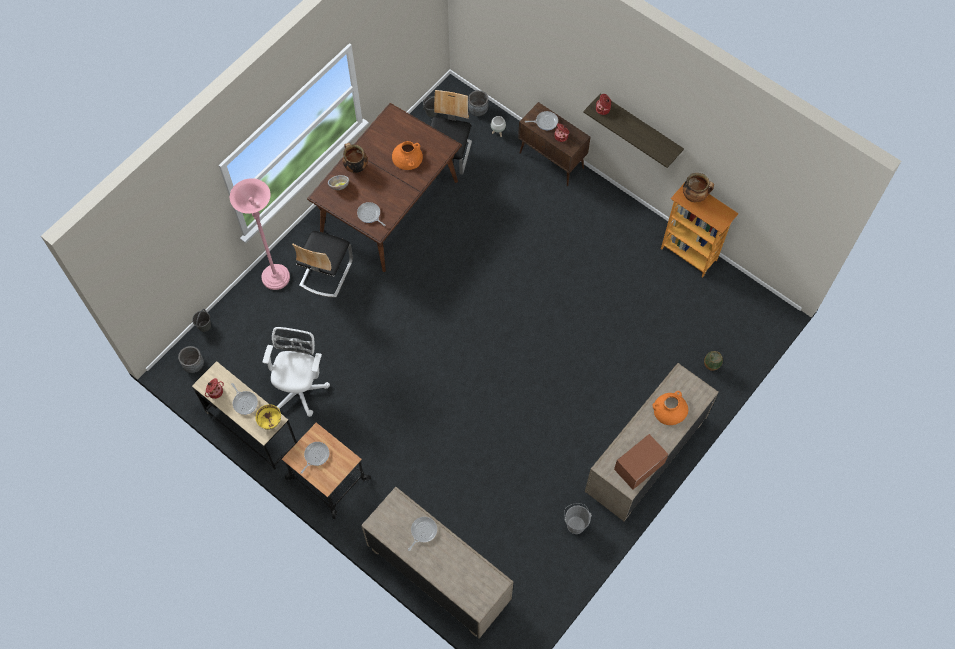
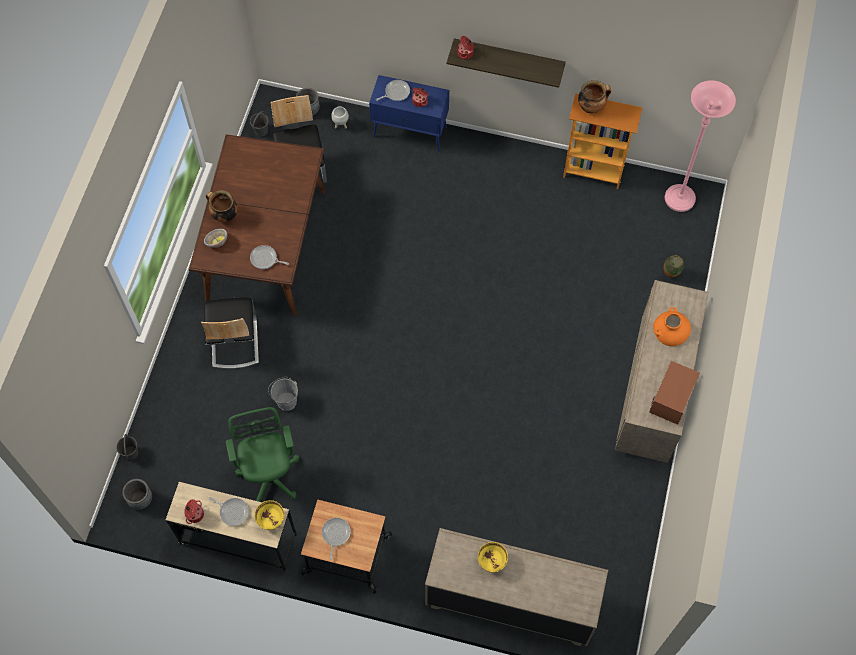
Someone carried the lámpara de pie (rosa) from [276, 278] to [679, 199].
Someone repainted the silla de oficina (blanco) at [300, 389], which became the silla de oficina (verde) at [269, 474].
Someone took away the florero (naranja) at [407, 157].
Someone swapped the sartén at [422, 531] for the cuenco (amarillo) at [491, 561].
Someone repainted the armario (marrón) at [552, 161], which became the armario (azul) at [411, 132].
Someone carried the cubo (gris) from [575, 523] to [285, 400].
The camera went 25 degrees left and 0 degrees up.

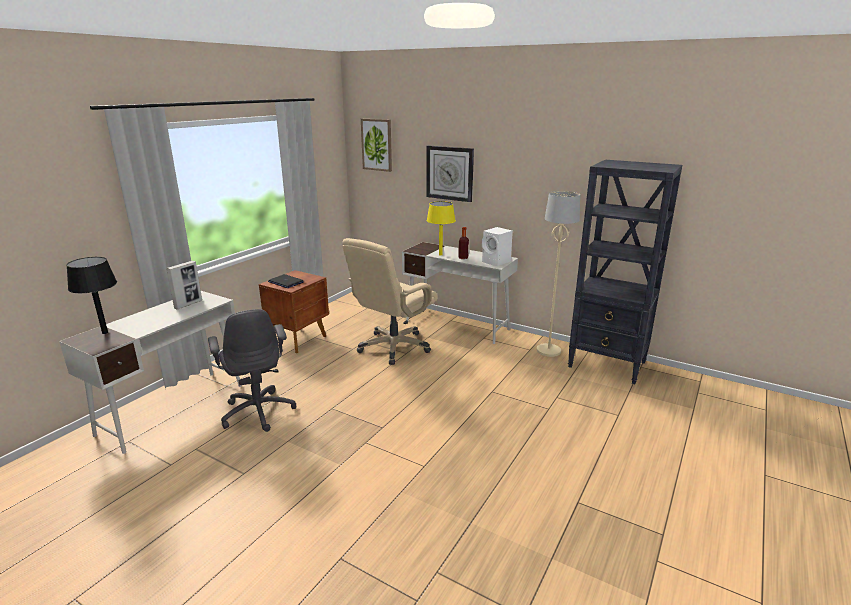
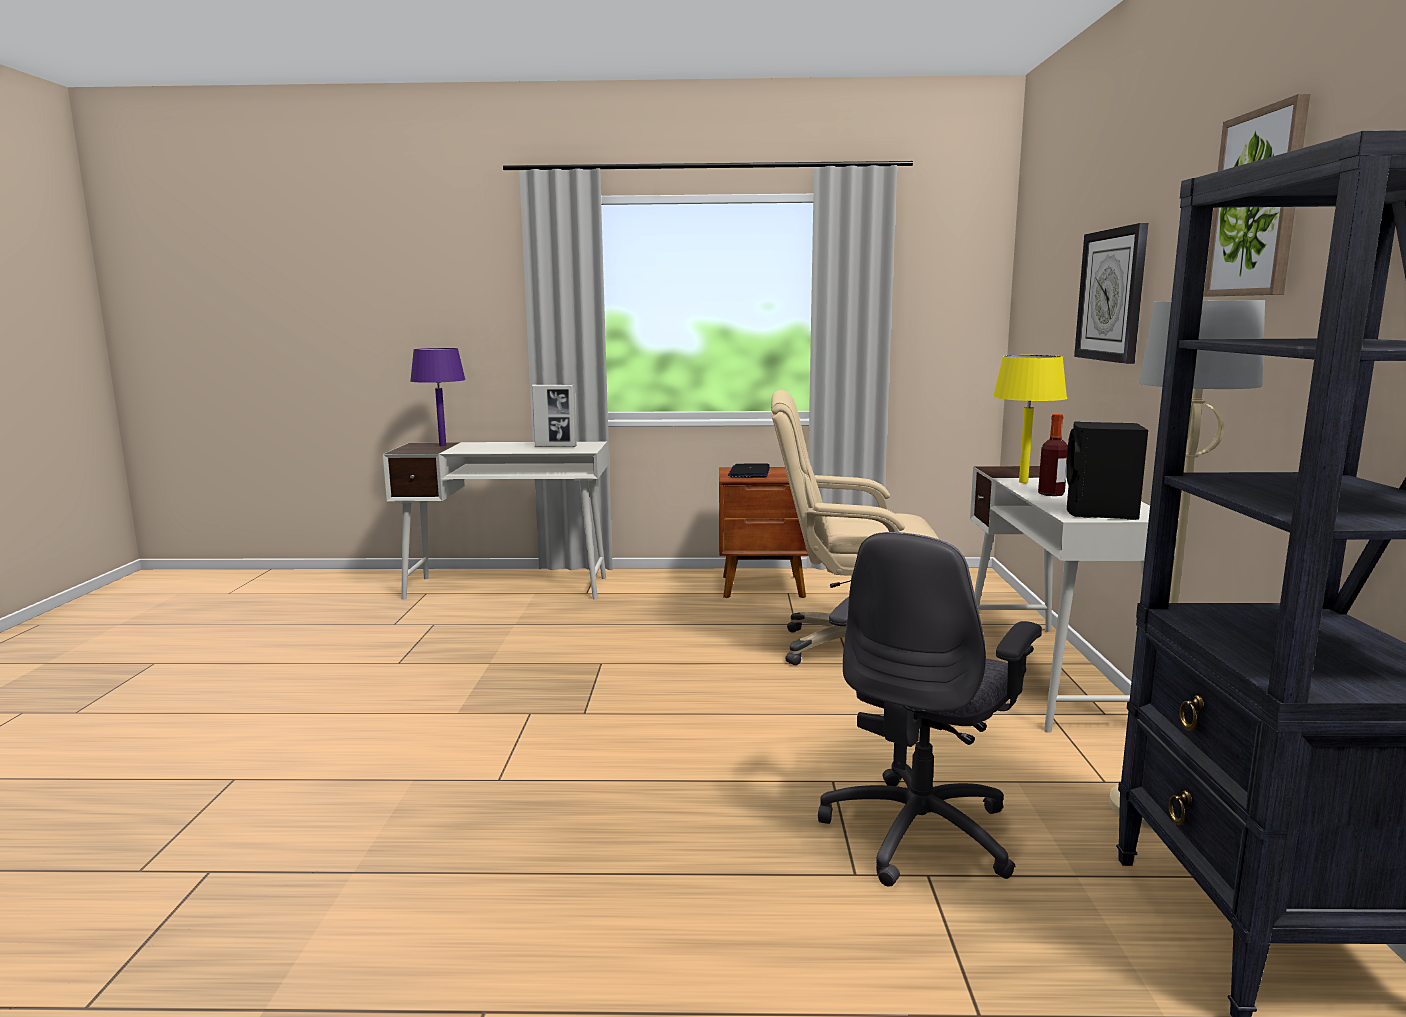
Someone repainted the lámpara de mesa (negro) at [105, 333], which became the lámpara de mesa (morado) at [442, 445].
Someone carried the silla de oficina (gris) from [258, 411] to [921, 831].
Someone carried the cuadro from [377, 145] to [1257, 204].
Someone repainted the altavoz (blanco) at [496, 262], which became the altavoz (negro) at [1100, 513].
The camera went 60 degrees right and 10 degrees down.

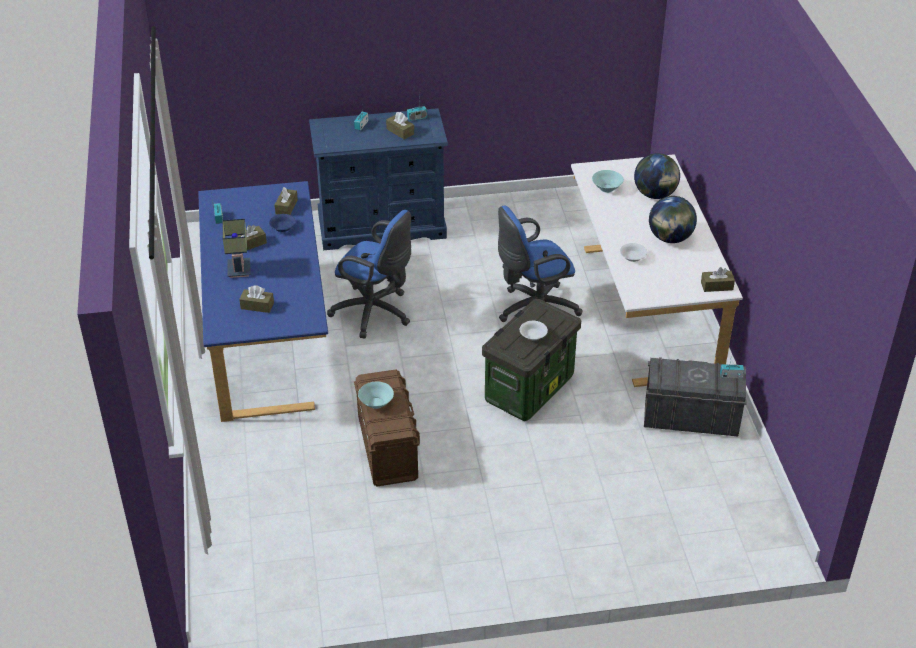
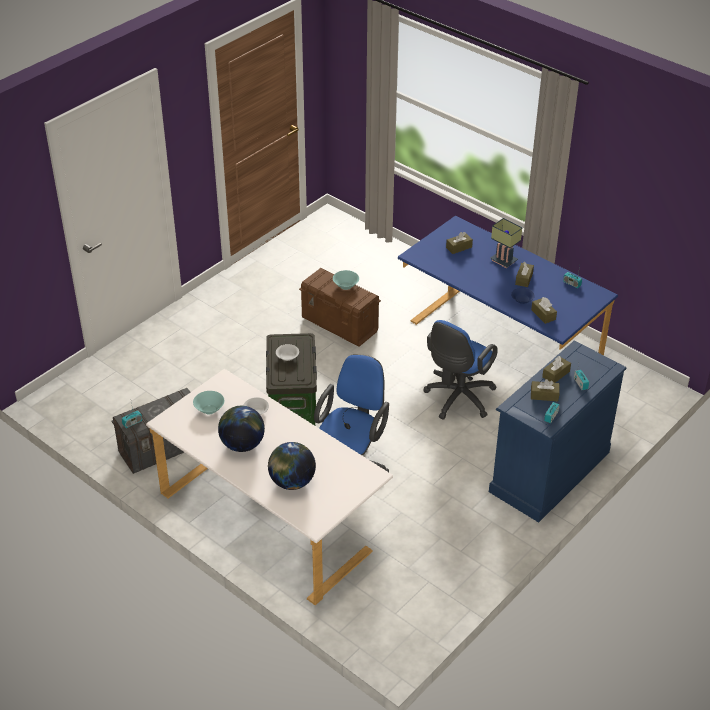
Someone rotated the silla de oficina (azul) at [375, 313] by 45 degrees counterclockwise.
Someone carried the cuenco (turquesa) from [606, 188] to [209, 409].
Someone carried the caja de pañuelos (marrón) from [716, 286] to [556, 374].
The camera went 140 degrees right and 0 degrees up.

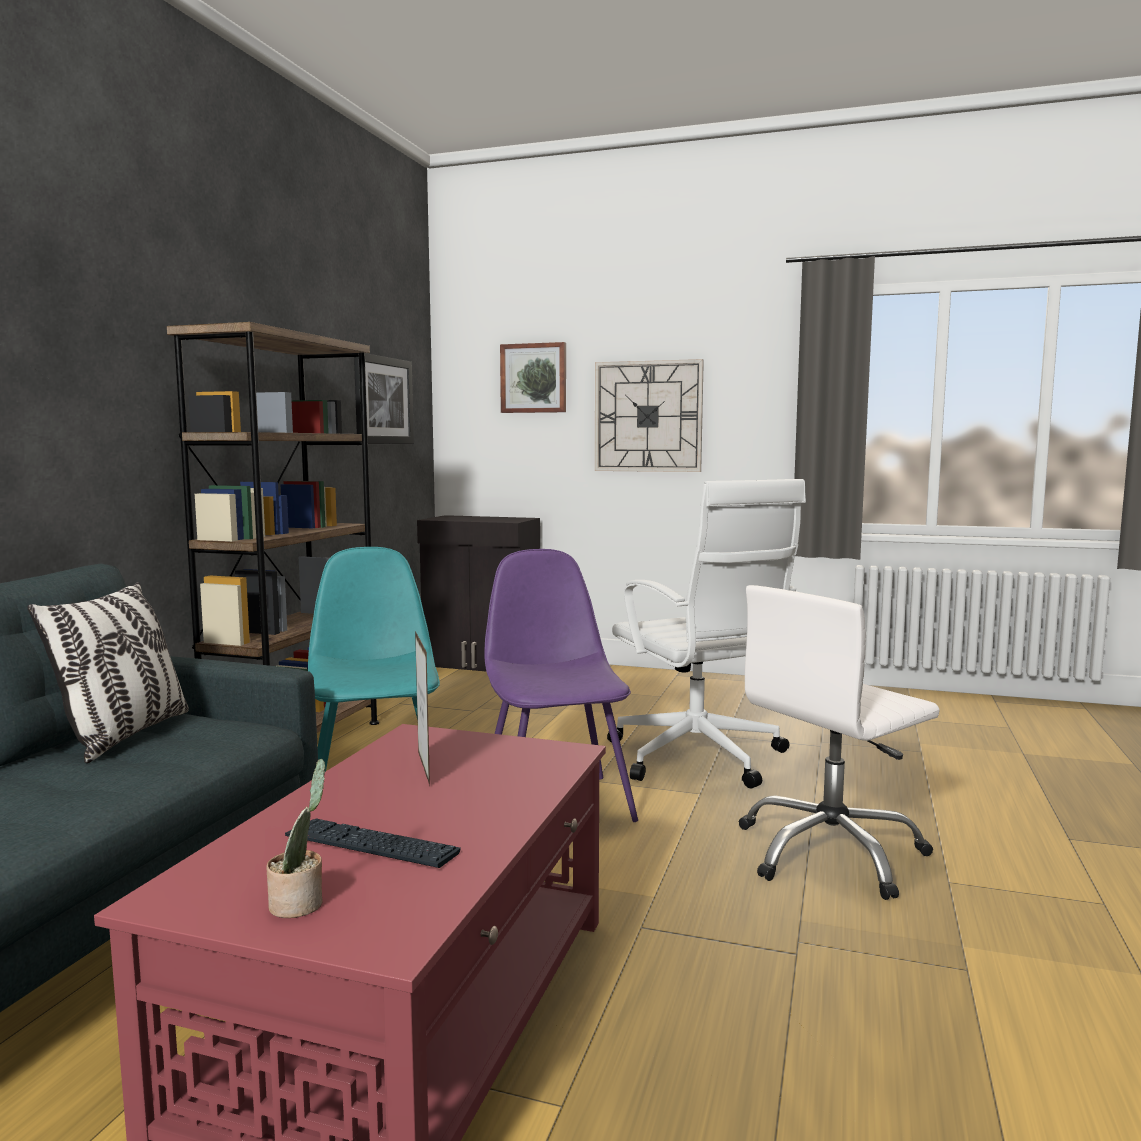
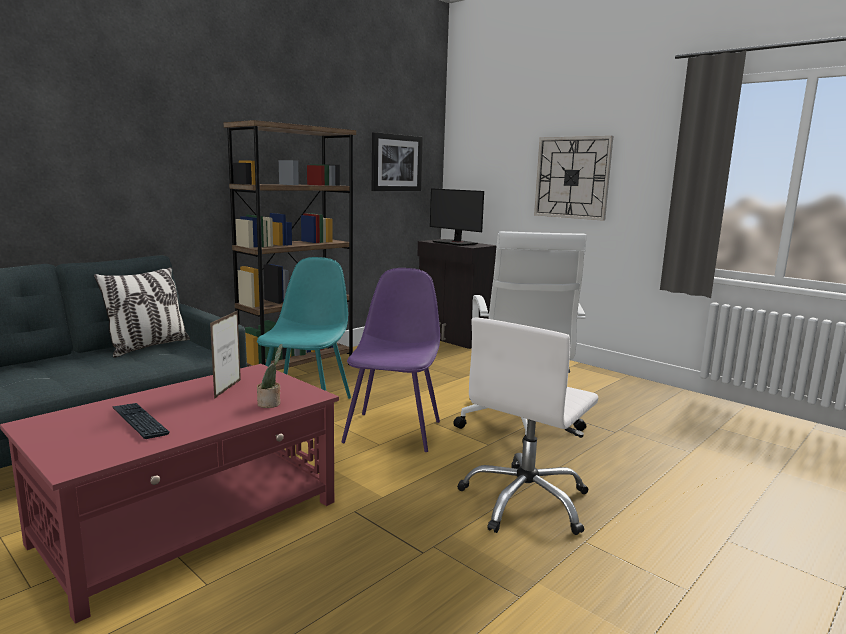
Someone carried the planta en maceta from [300, 903] to [270, 404].
Someone took away the cuadro at [534, 378].
Someone rotated the silla de oficina (blanco) at [831, 853] by 45 degrees counterclockwise.
Someone put down the monitor at [455, 243].
The camera went 25 degrees right and 5 degrees up.

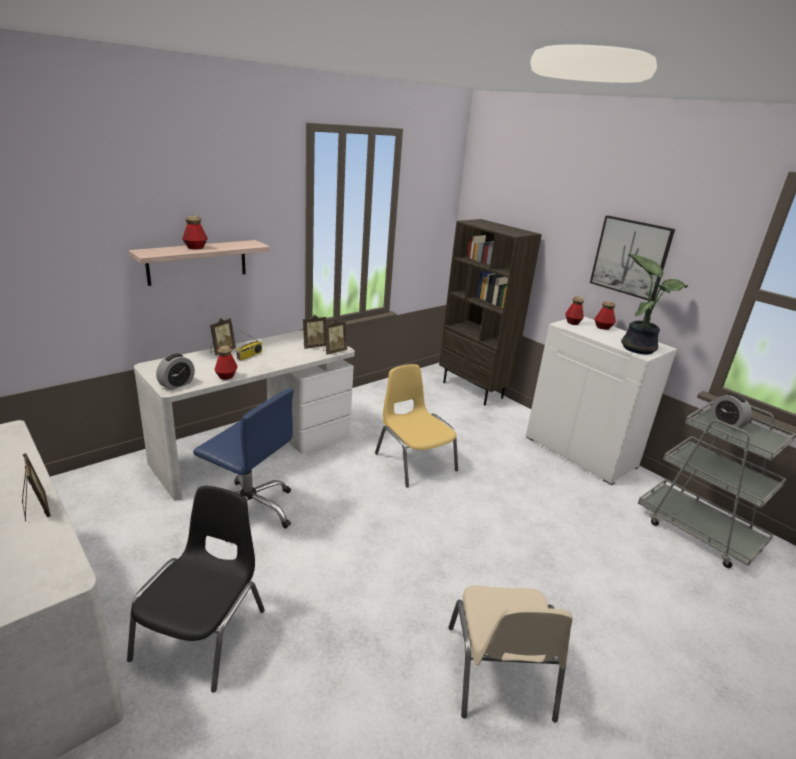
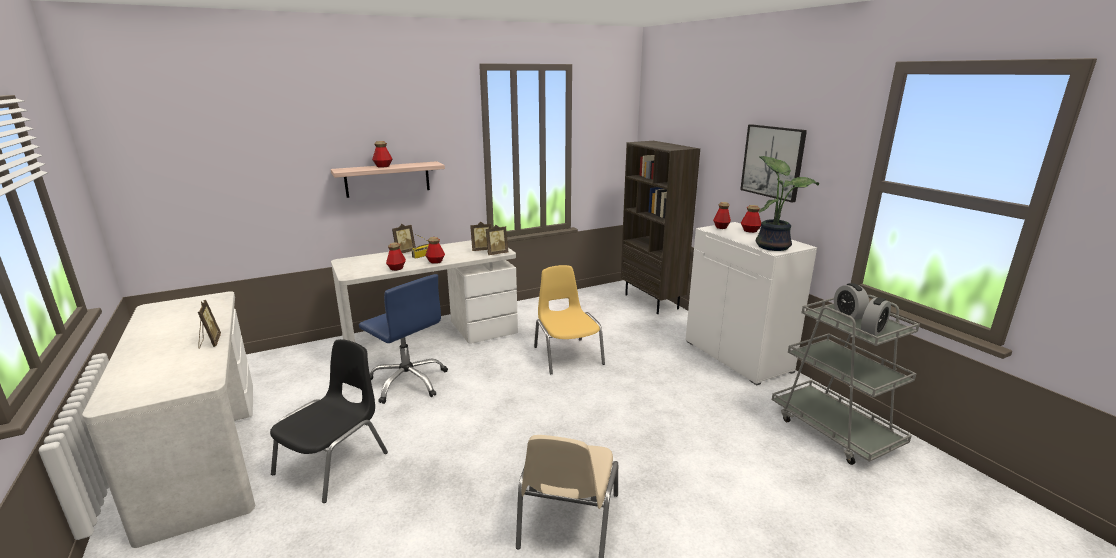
Someone carried the despertador from [177, 384] to [872, 330].
Someone put down the botella at [435, 261].
The camera went 15 degrees right and 5 degrees down.

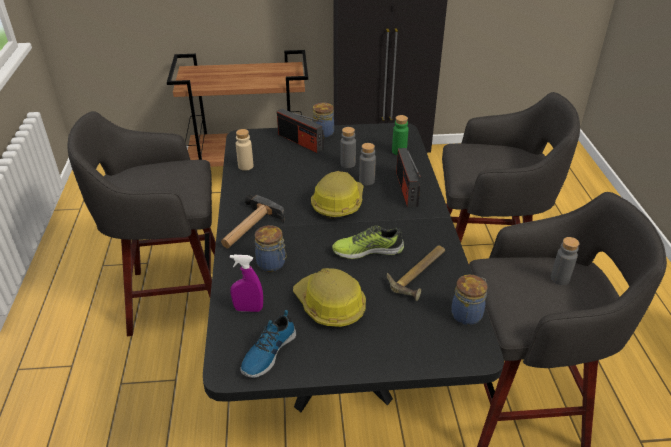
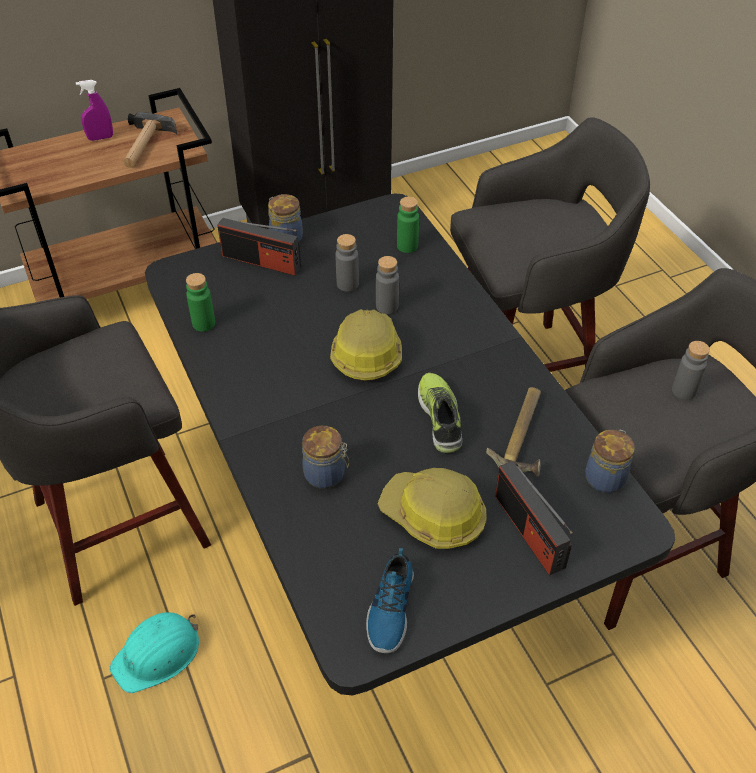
Someone carried the martillo from [249, 228] to [144, 146].
Someone carried the pulverizador (morado) from [248, 309] to [100, 138].
Someone repainted the botella (beis) at [245, 166], which became the botella (verde) at [203, 323].
Someone rotated the zapato at [367, 250] by 105 degrees clockwise.
Someone carried the radio from [406, 189] to [529, 531].
Someone put down the casco (turquesa) at [158, 654].
The camera went 20 degrees left and 10 degrees up.

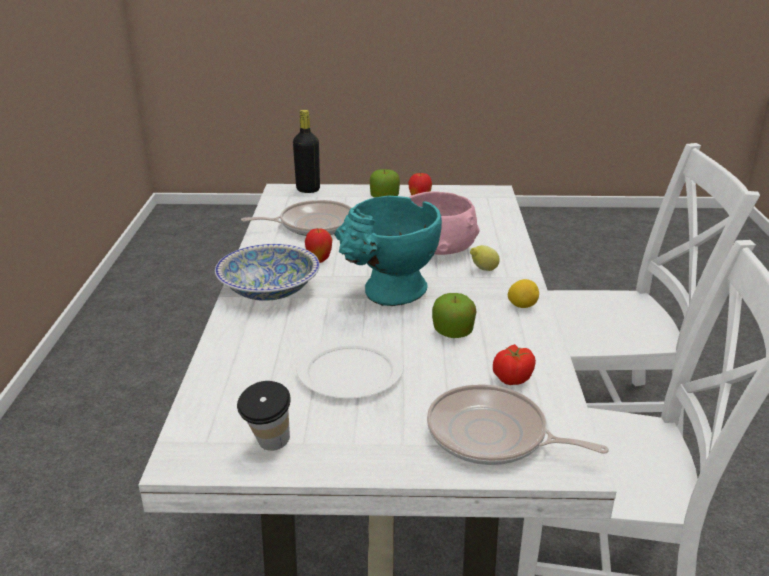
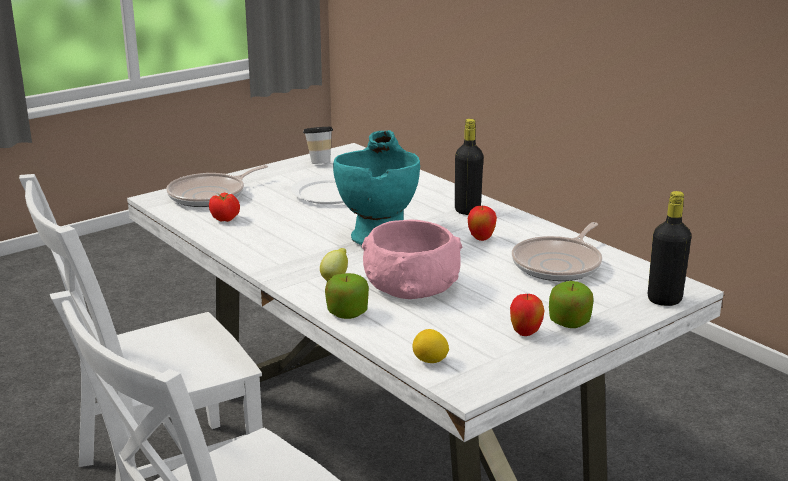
Someone swapped the cuenco at [270, 290] for the botella (negro) at [467, 210].
Someone rotated the sartén at [492, 436] by 150 degrees clockwise.
Someone carried the manzana from [453, 332] to [347, 312].
Someone carried the limón from [522, 306] to [430, 361].
The camera went 140 degrees right and 5 degrees down.

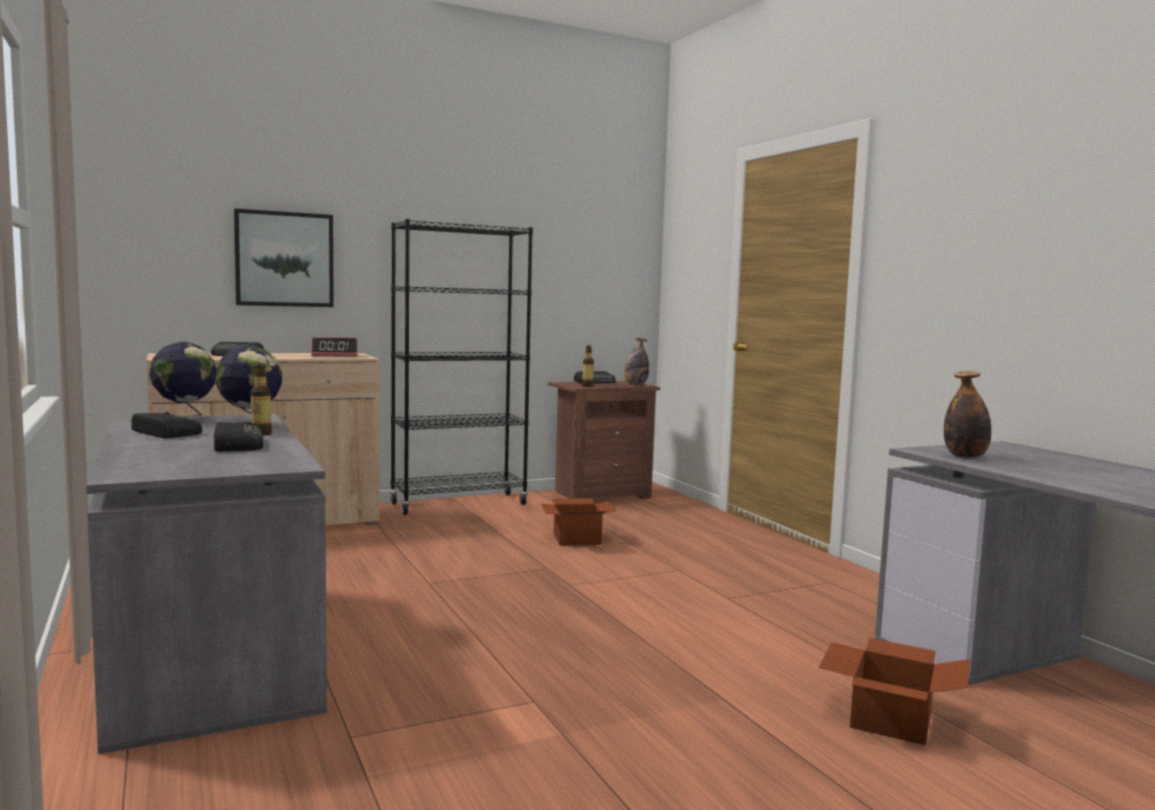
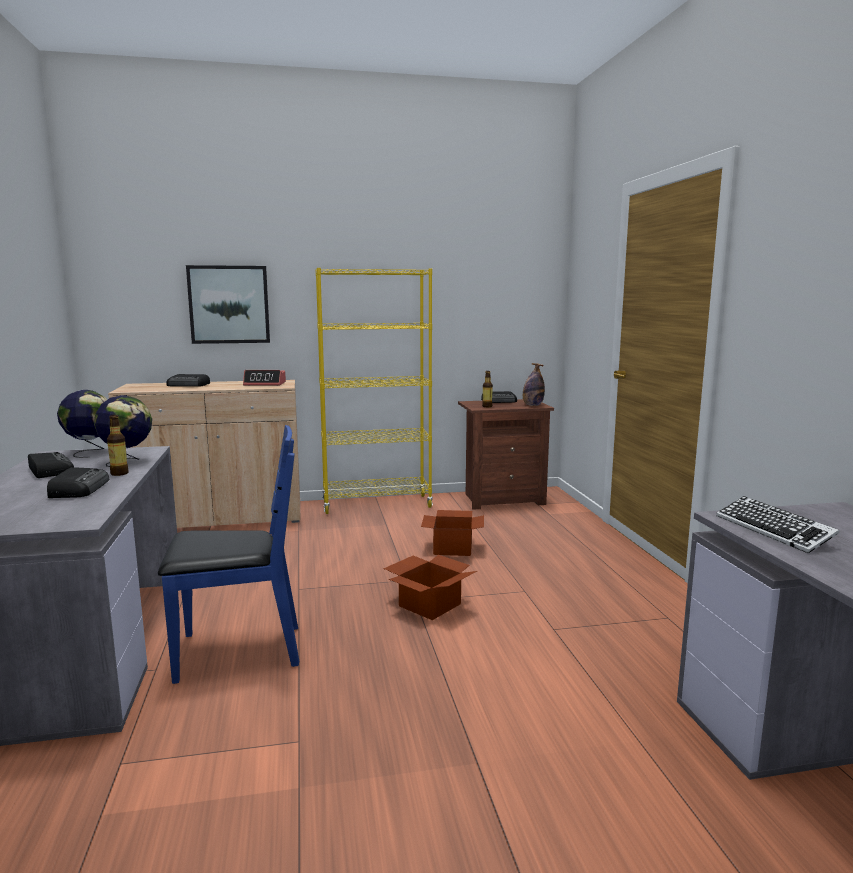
Someone repainted the estantería (negro) at [459, 504], which became the estantería (amarillo) at [377, 504].
Someone carried the caja de cartón from [888, 719] to [429, 604].
Someone swapped the botella at [965, 456] for the teclado at [773, 530].
Someone put down the silla (azul) at [237, 651].
The camera went 15 degrees right and 5 degrees up.

